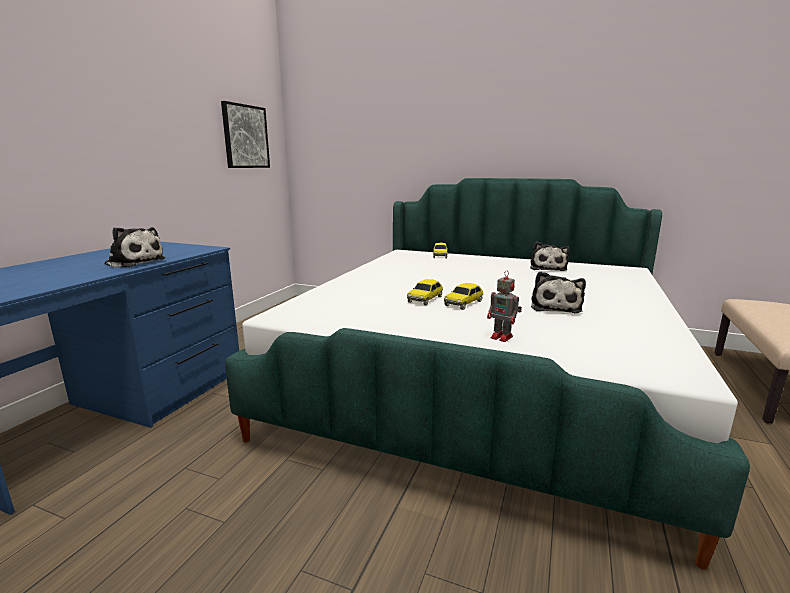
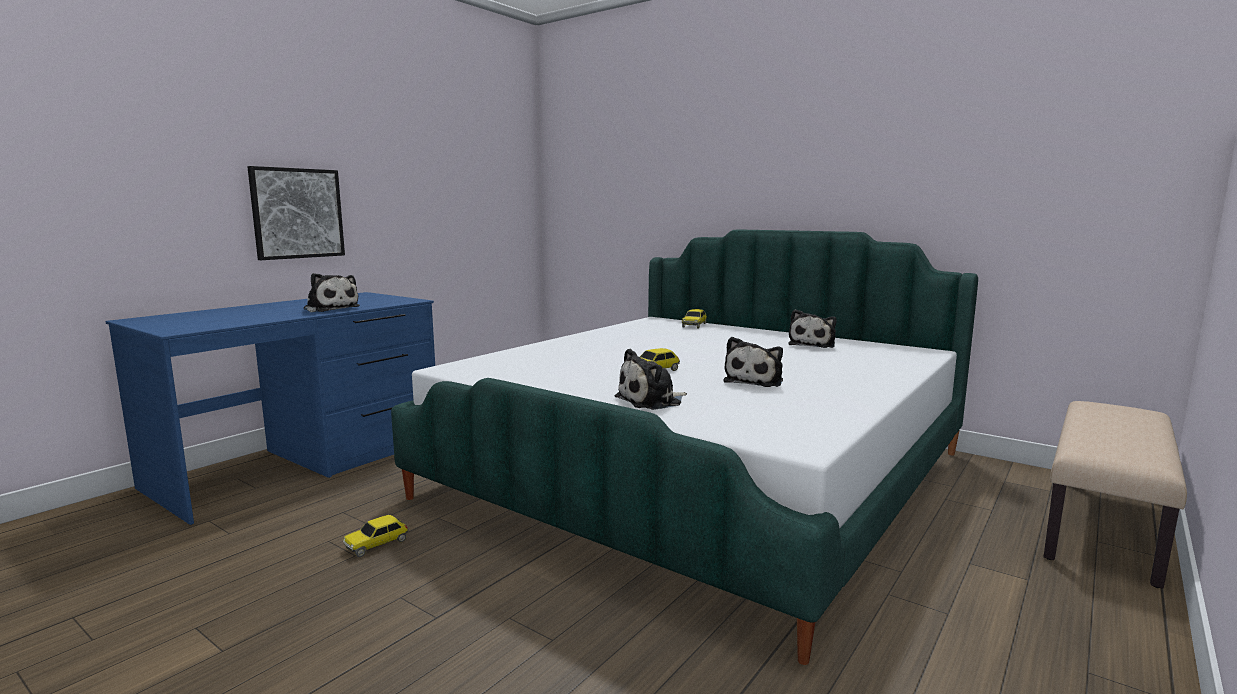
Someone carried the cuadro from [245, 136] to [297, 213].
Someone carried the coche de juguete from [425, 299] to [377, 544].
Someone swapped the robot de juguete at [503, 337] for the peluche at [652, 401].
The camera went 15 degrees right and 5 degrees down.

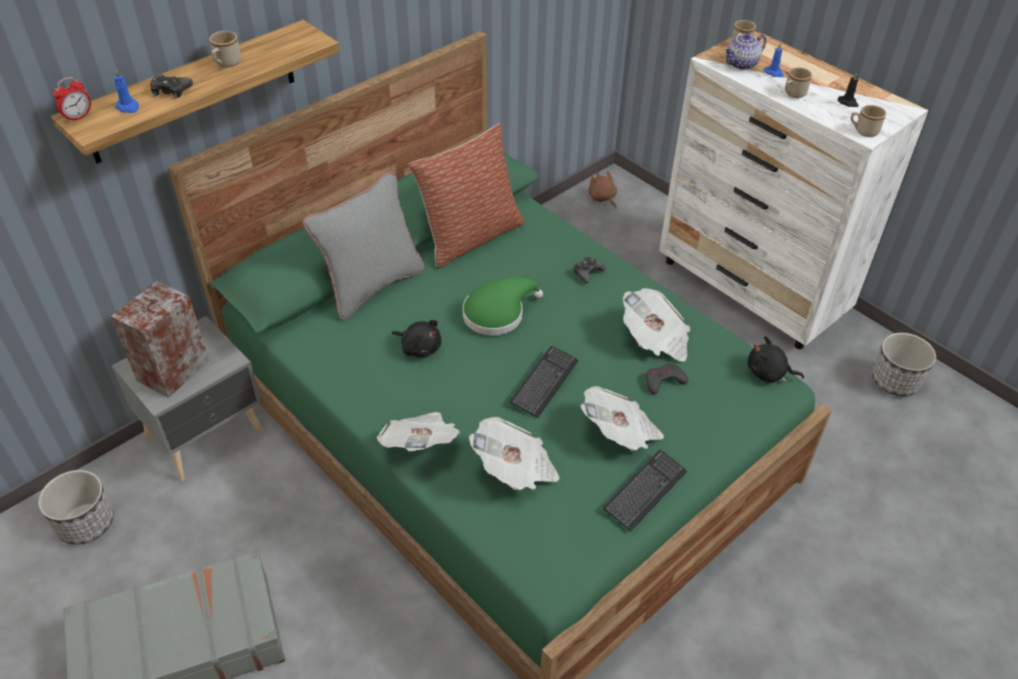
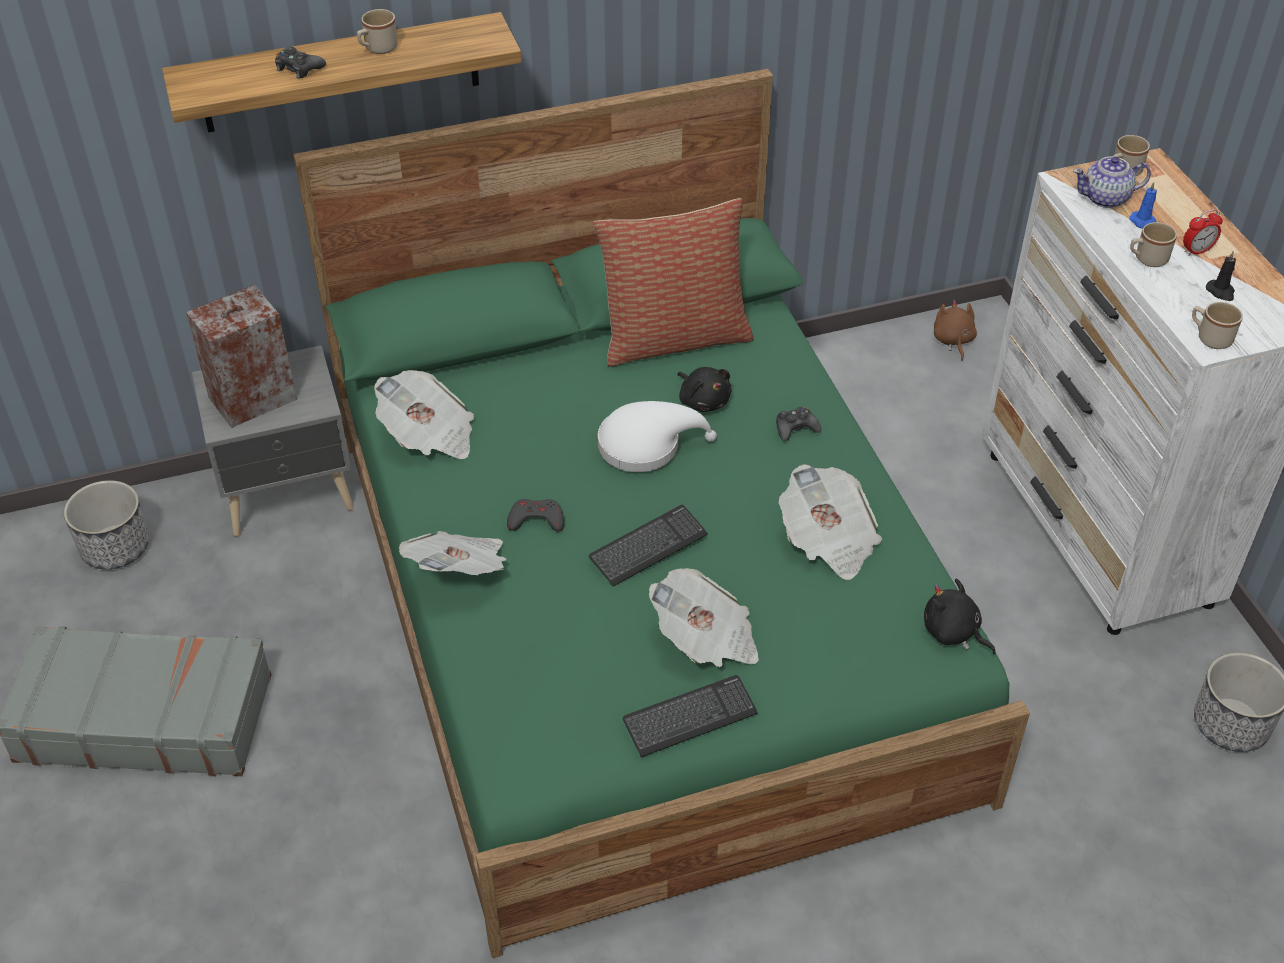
Someone carried the despertador from [78, 117] to [1197, 251].
Someone took away the vela (azul) at [128, 107].
Someone took away the cojín (gris) at [372, 285].
Someone carried the peluche (negro) from [419, 347] to [703, 400].
Someone repainted the sombrero (verde) at [497, 313], which became the sombrero (blanco) at [646, 445].
Someone carried the periódico from [515, 469] to [429, 435].
Someone carried the mando de consola (gris) from [663, 381] to [536, 519].
The camera went 25 degrees right and 0 degrees up.

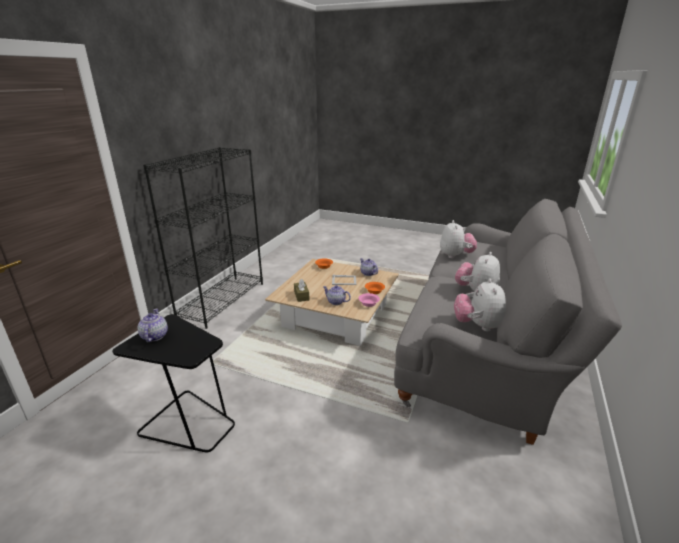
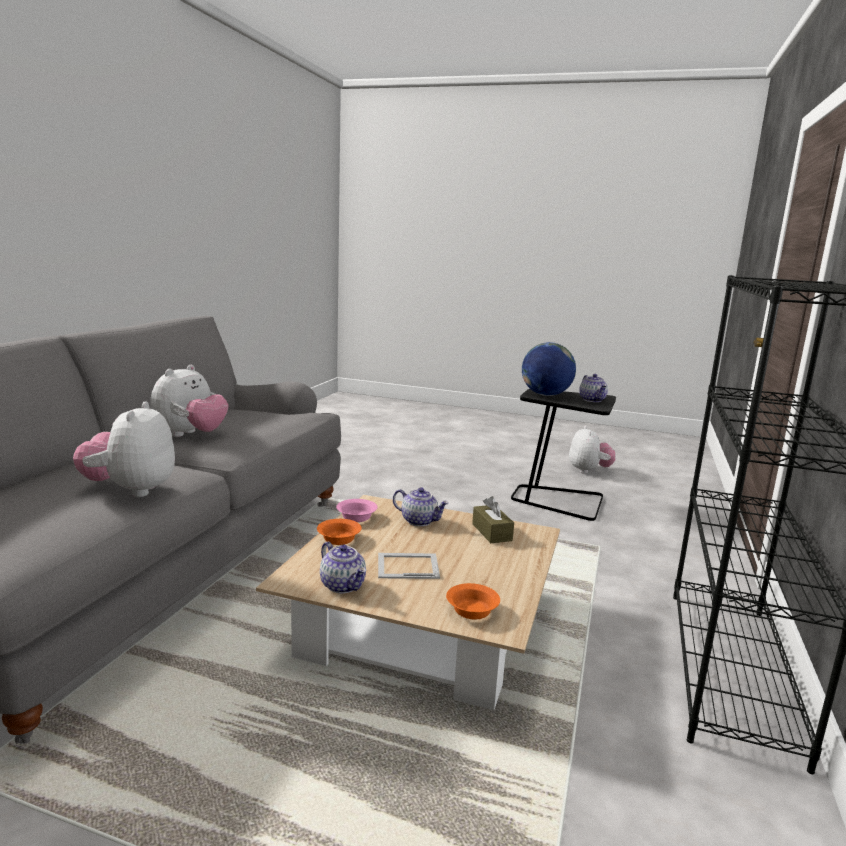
Someone carried the peluche from [477, 326] to [588, 471].
Someone put down the globo terráqueo at [545, 395].
The camera went 175 degrees right and 10 degrees down.

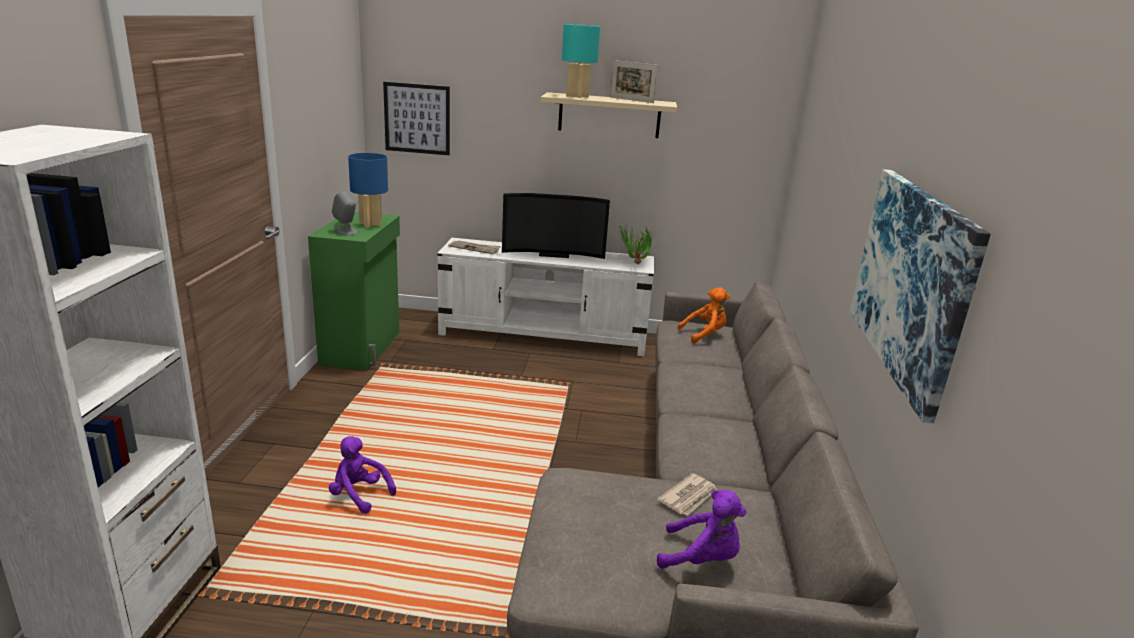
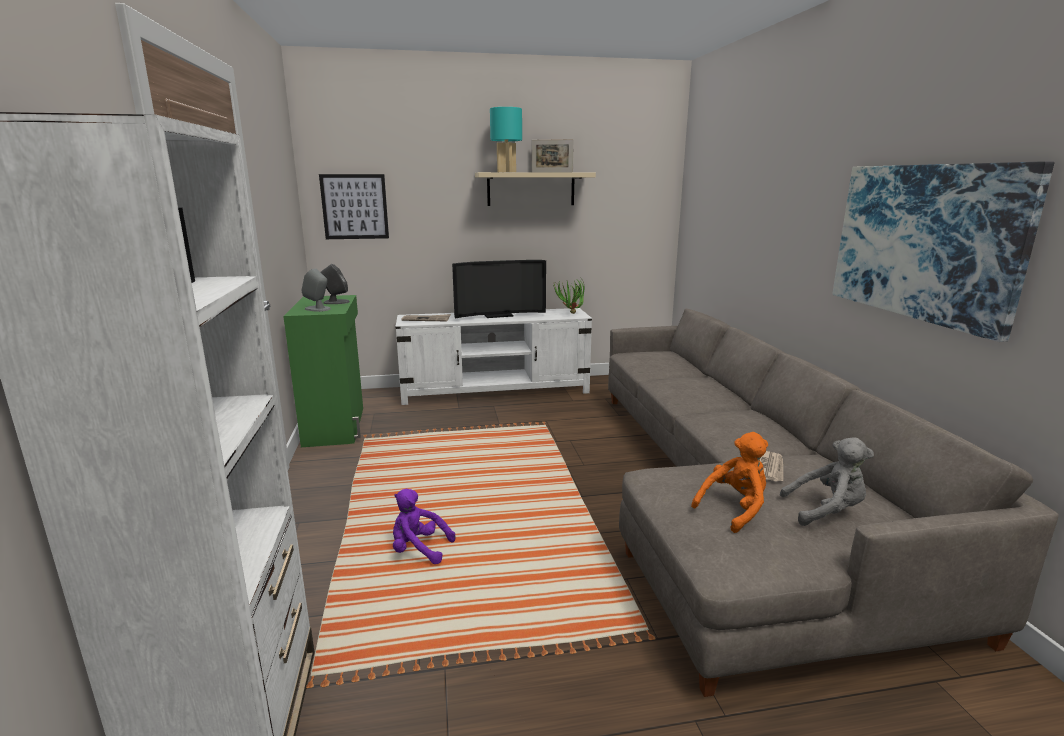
Someone swapped the lámpara de mesa (azul) at [370, 224] for the altavoz (gris) at [336, 302].
Someone repainted the peluche (morado) at [701, 559], which became the peluche (gris) at [826, 511].
Someone carried the peluche (naranja) from [704, 335] to [734, 509].
The camera went 15 degrees left and 5 degrees down.

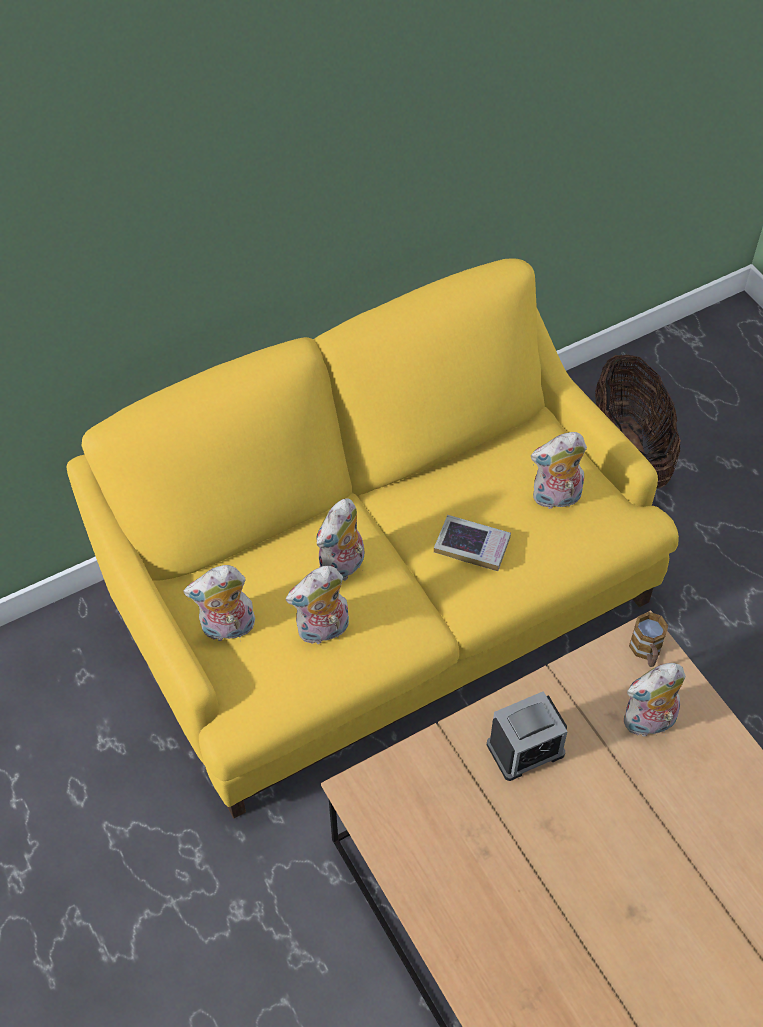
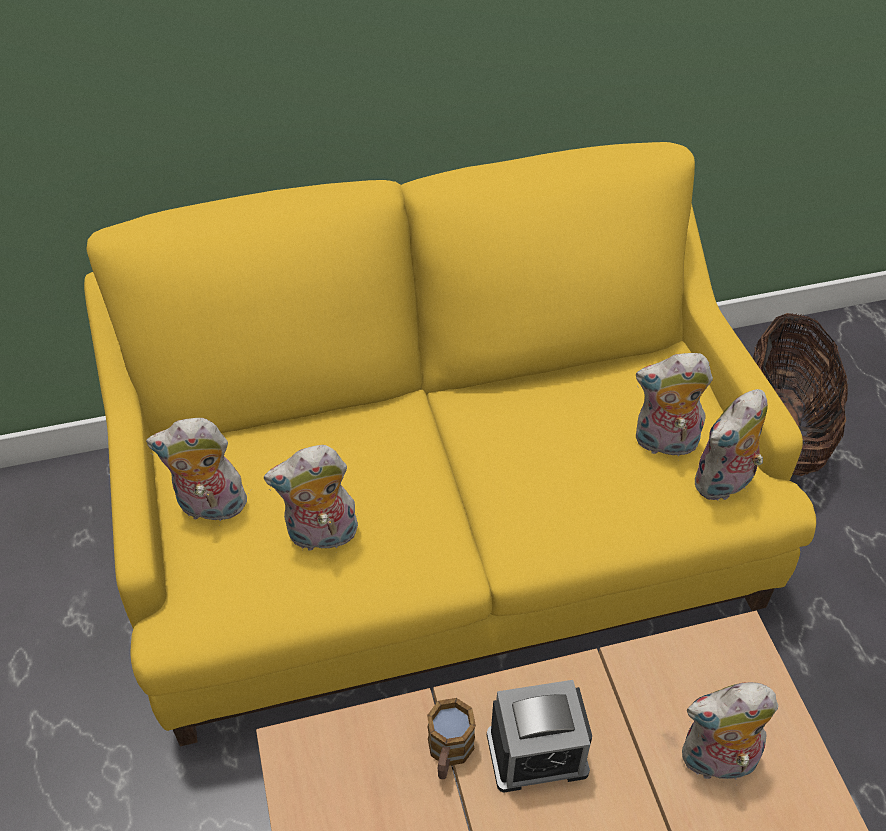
Someone carried the peluche from [343, 568] to [723, 484].
Someone took away the libro at [472, 546].
Someone carried the taza grande from [646, 652] to [448, 753].
The camera went 15 degrees right and 5 degrees down.

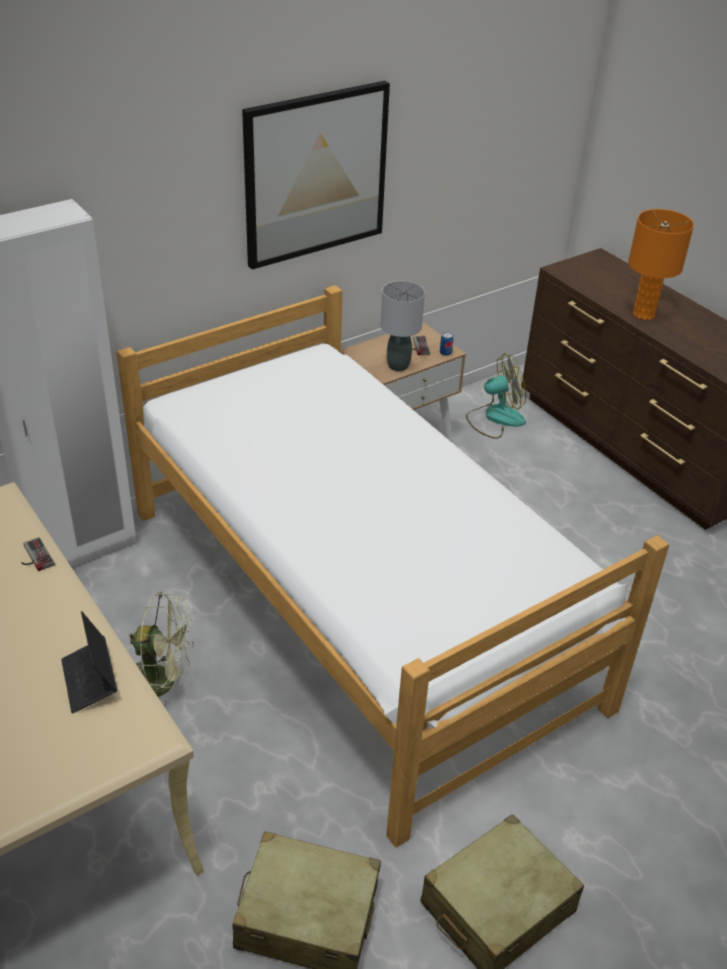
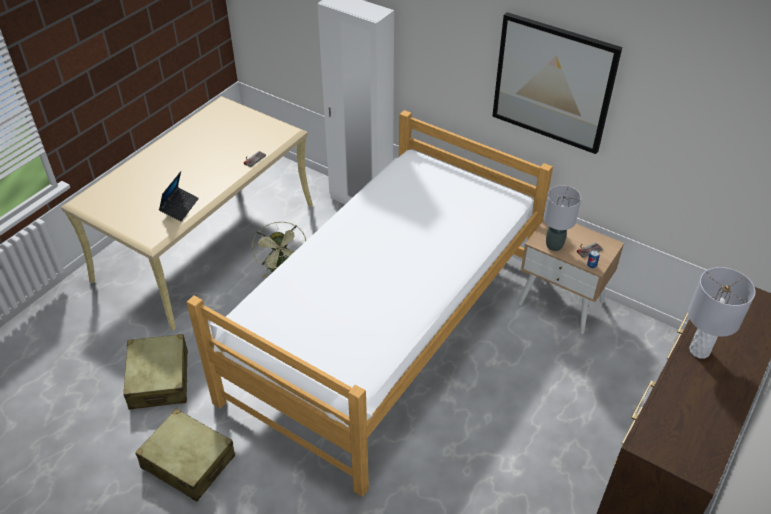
Someone rotated the portátil at [90, 680] by 150 degrees clockwise.
Someone took away the ventilador at [495, 418].
Someone repainted the lámpara de mesa (naranja) at [644, 314], which became the lámpara de mesa (gris) at [699, 351].
The camera went 70 degrees right and 5 degrees up.

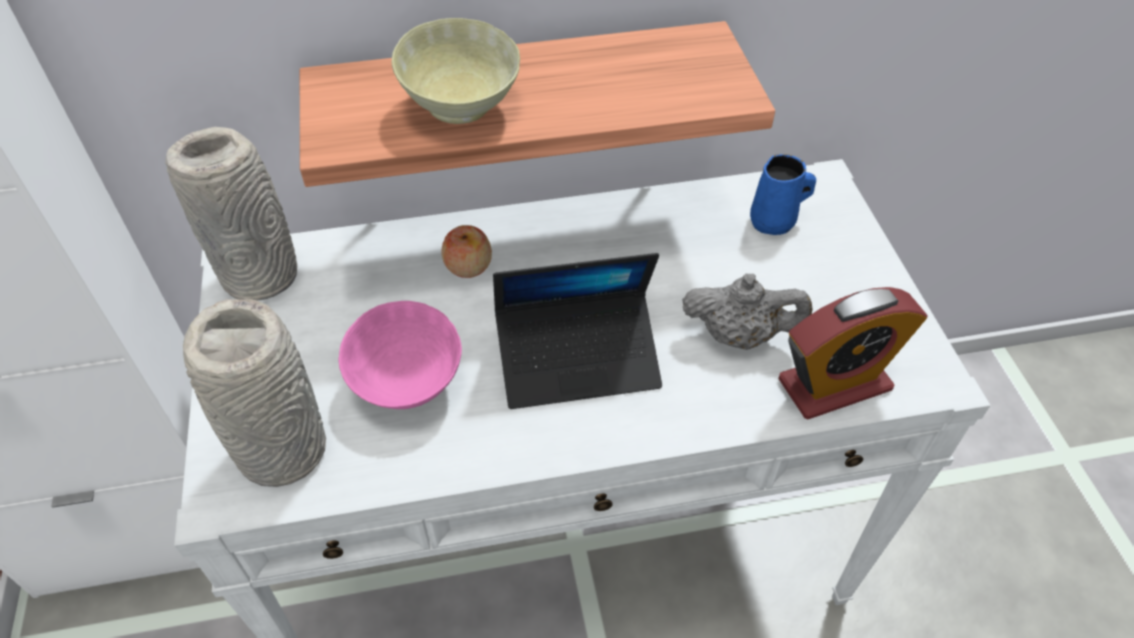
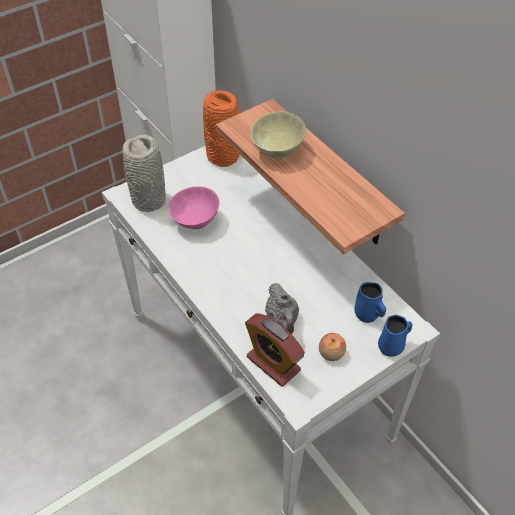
Someone repainted the florero (gris) at [263, 276], which became the florero (naranja) at [223, 157].
Someone carried the manzana from [468, 266] to [331, 353].
Someone took away the portátil at [578, 360].
Someone put down the taza grande (azul) at [392, 346].
The camera went 65 degrees right and 0 degrees up.

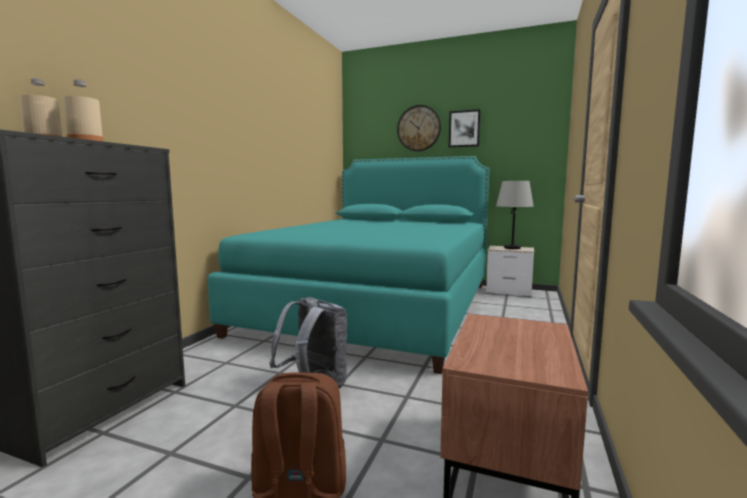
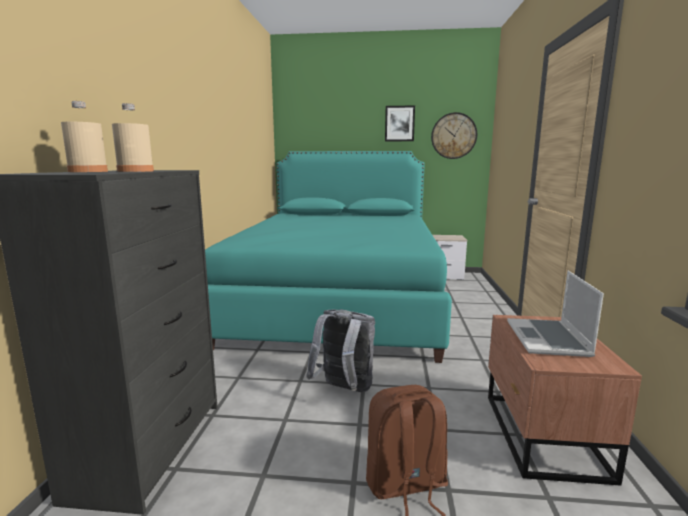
Someone carried the reloj de pared from [419, 128] to [453, 136].
Someone took away the lámpara de mesa (gris) at [512, 248].
Someone put down the portátil at [548, 339].
The camera went 15 degrees left and 5 degrees up.

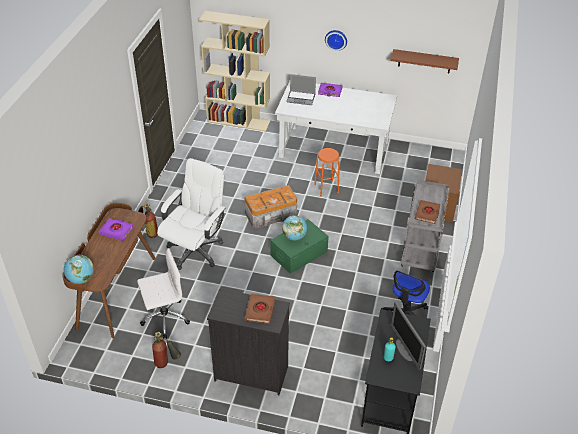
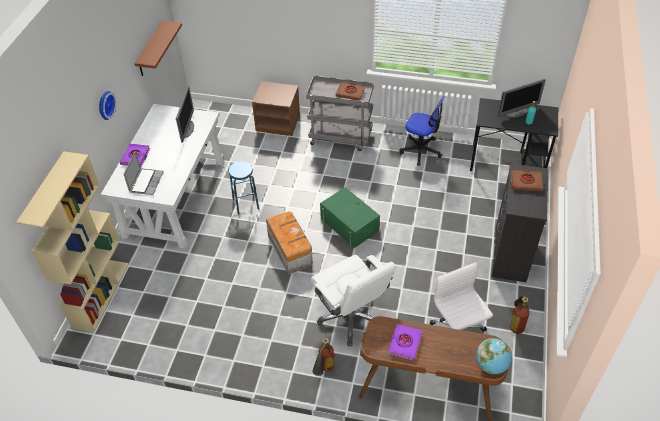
Someone rotated the silla de oficina (blanco) at [195, 250] by 150 degrees counterclockwise.
Someone took away the globo terráqueo at [294, 237].
Someone repainted the taburete (naranja) at [326, 188], which became the taburete (azul) at [246, 204].
Someone put down the monitor at [188, 129].
The camera went 90 degrees left and 5 degrees up.

